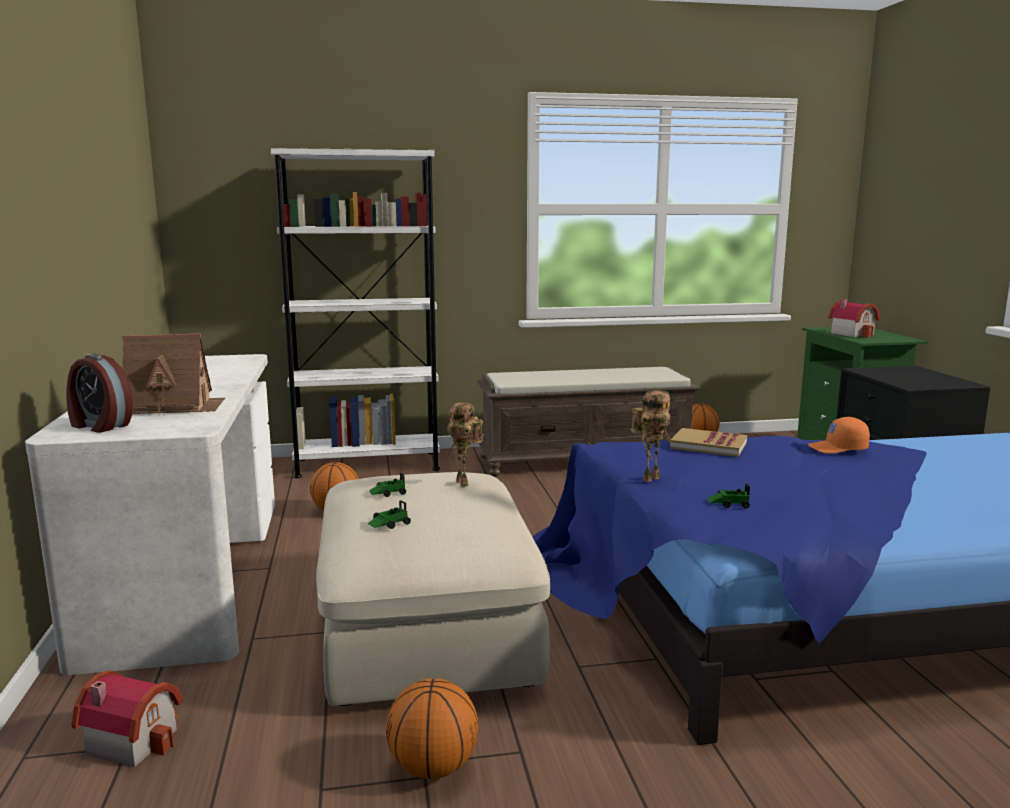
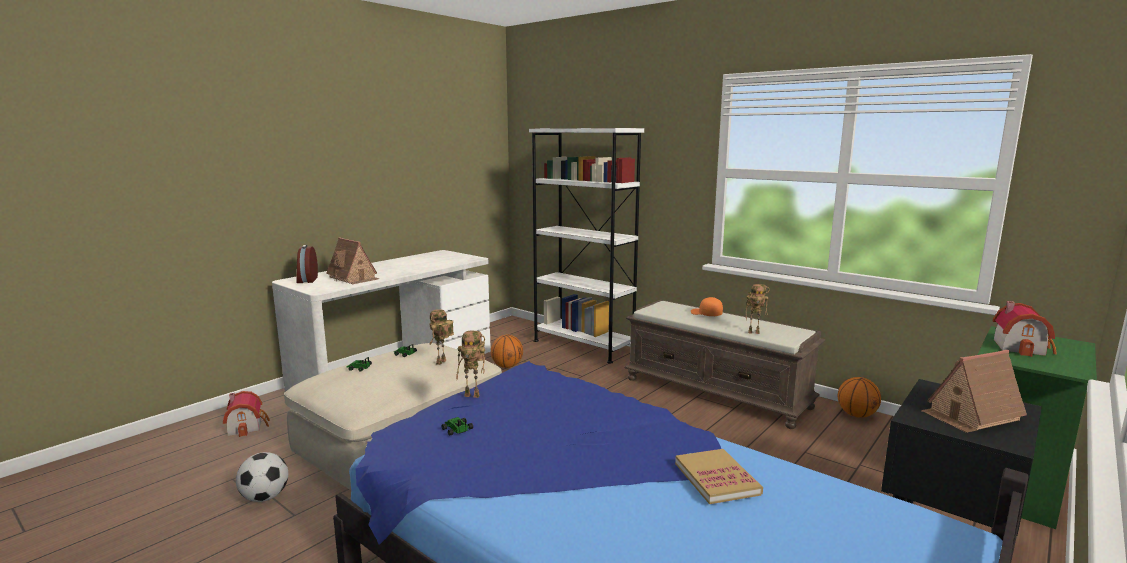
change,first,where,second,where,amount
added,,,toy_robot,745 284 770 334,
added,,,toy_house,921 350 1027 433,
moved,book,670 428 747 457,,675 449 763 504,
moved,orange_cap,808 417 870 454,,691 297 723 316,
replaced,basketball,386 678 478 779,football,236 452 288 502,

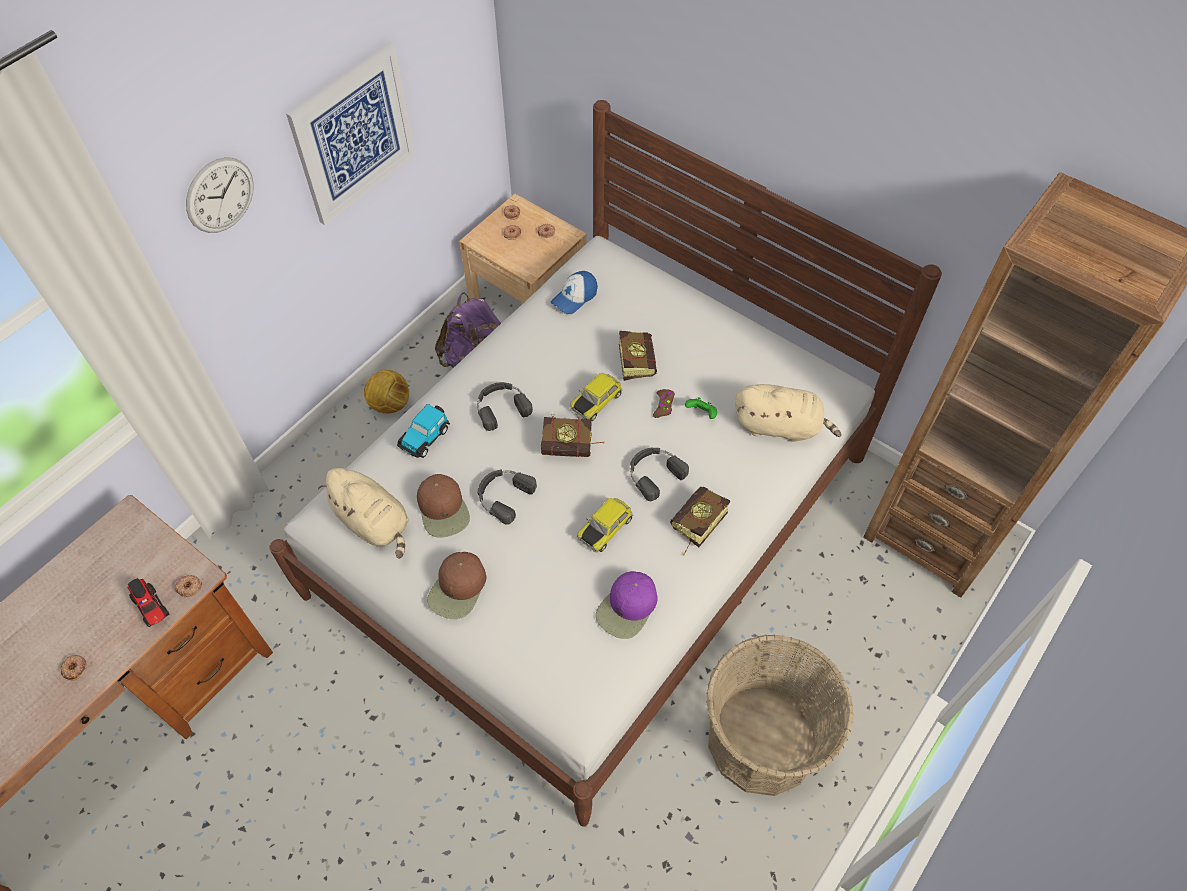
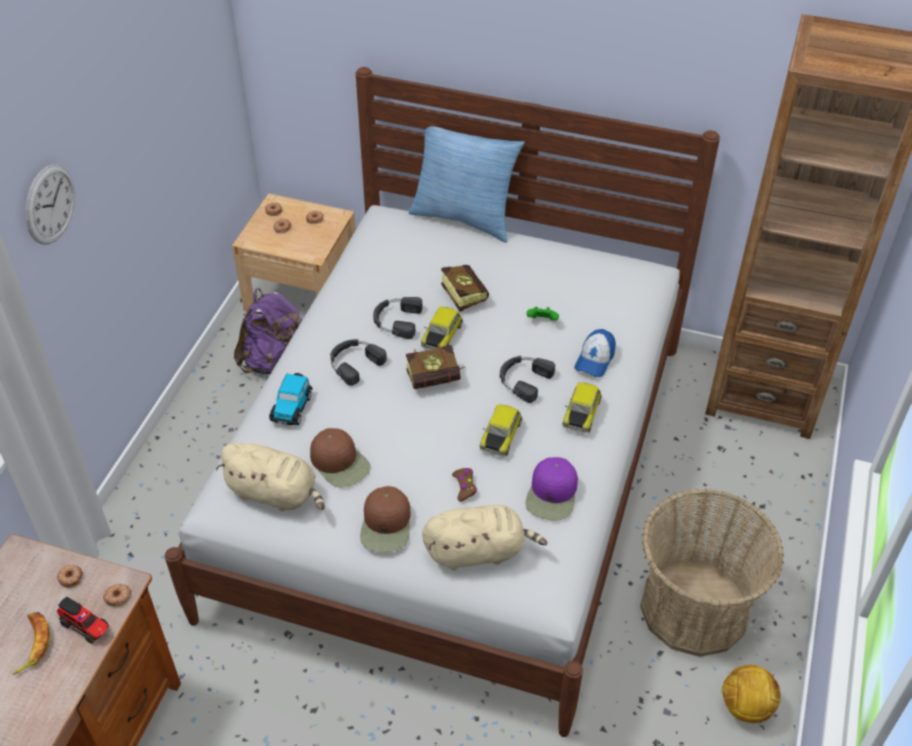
change,first,where,second,where,amount
removed,picture,286 42 416 225,,,
added,,,banana,12 612 50 675,
added,,,pillow,409 126 525 243,
moved,donut,60 655 87 681,,57 565 83 588,
moved,football,364 370 409 414,,721 665 781 723,
moved,black_headphones,478 469 537 525,,373 297 422 339,
moved,cap,551 271 598 314,,574 329 616 377,
moved,brown_game_controller,653 389 675 418,,452 468 477 502,
moved,beige_plush_toy,735 384 841 442,,422 505 547 571,
replaced,book,670 486 730 555,toy_car,563 382 602 433,

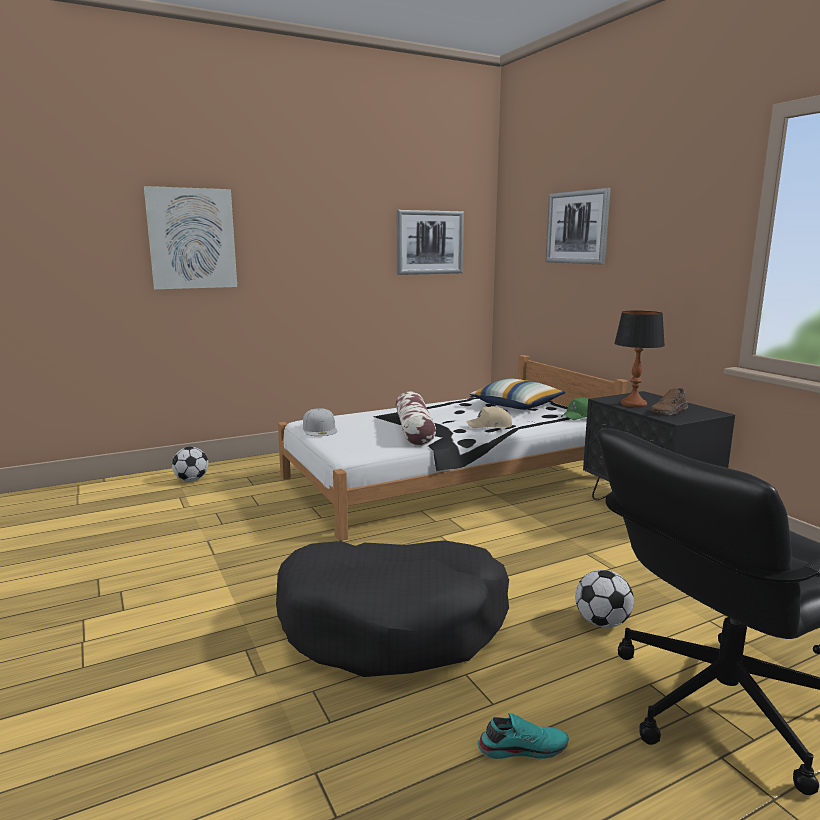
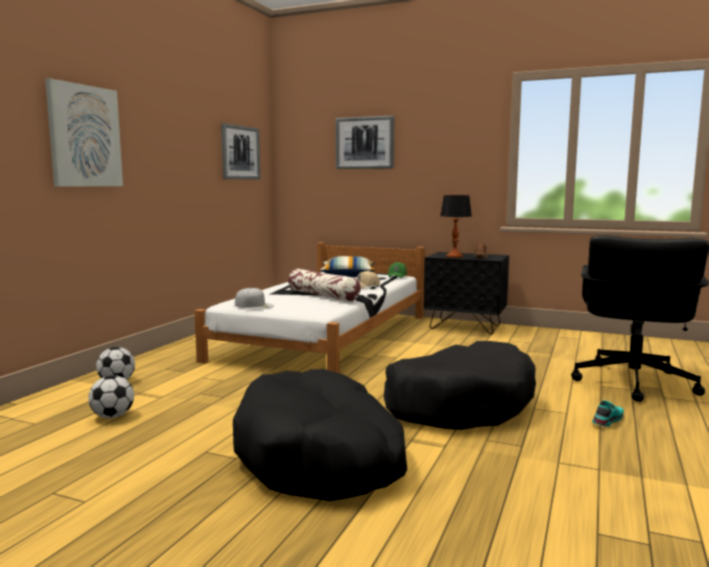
change,first,where,second,where,amount
added,,,black_dog_bed,233 369 407 501,
moved,football,575 569 634 628,,88 375 134 418,

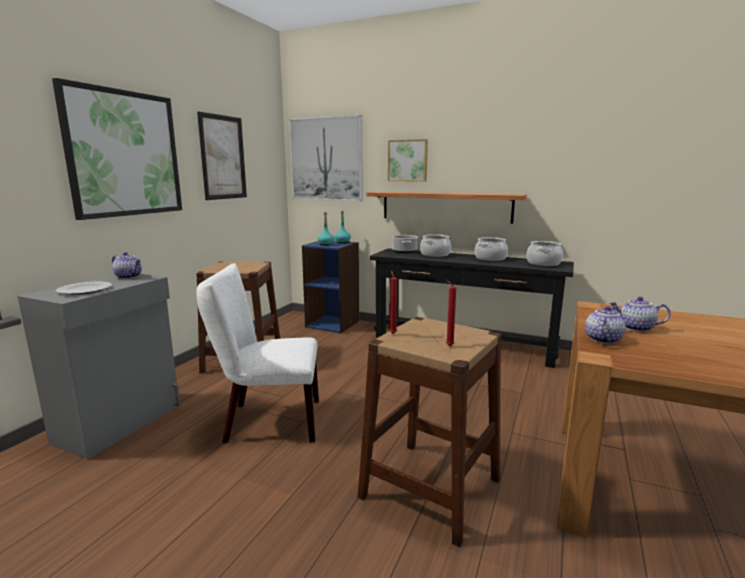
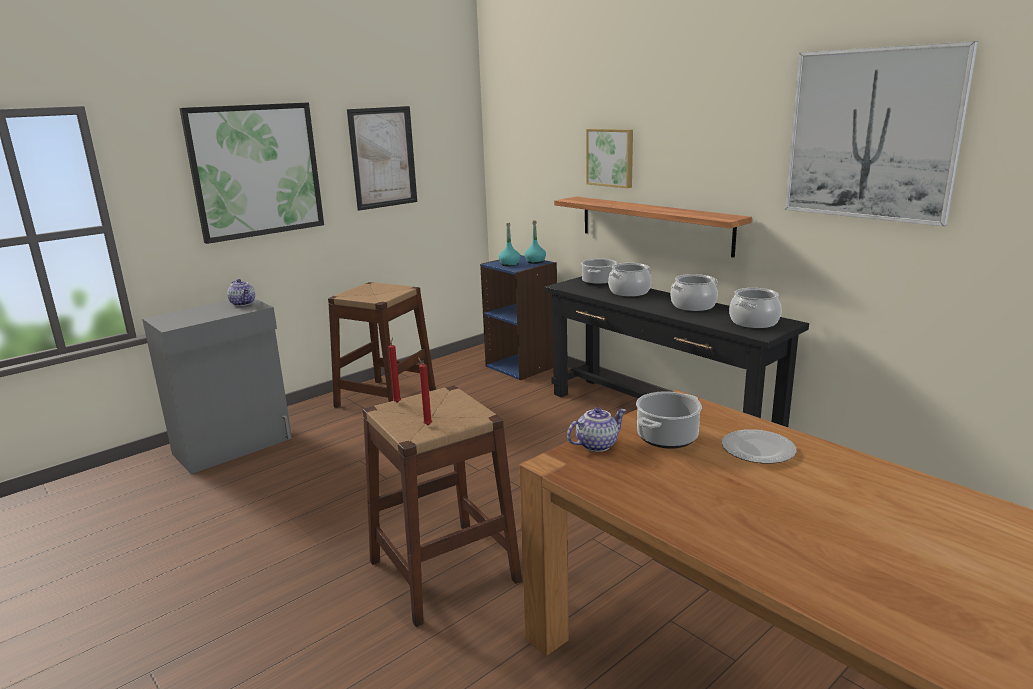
change,first,where,second,where,amount
removed,white_chair,196 263 319 444,,,
moved,plate,56 282 112 295,,722 429 796 464,
moved,picture,289 115 363 201,,785 41 978 226,
replaced,teapot,609 296 671 332,cooking_pot,636 391 702 449,

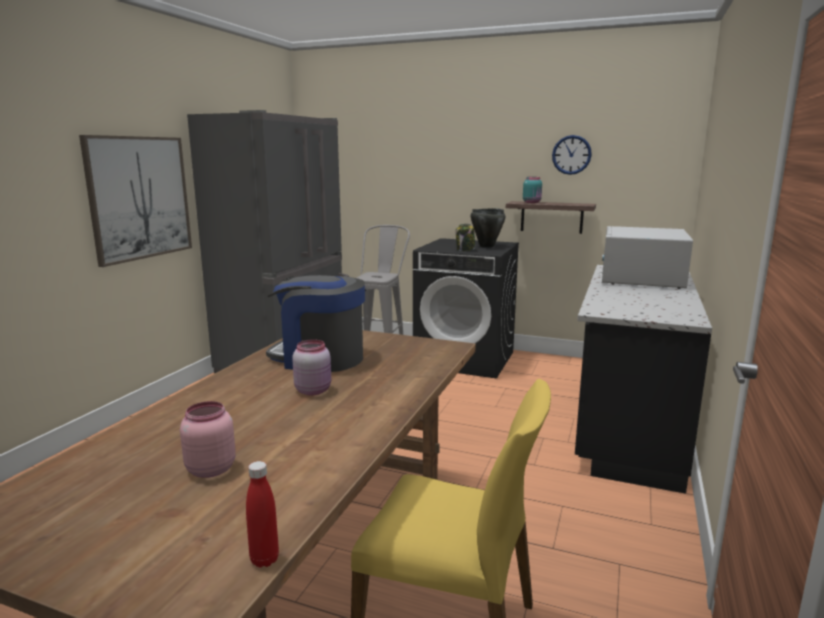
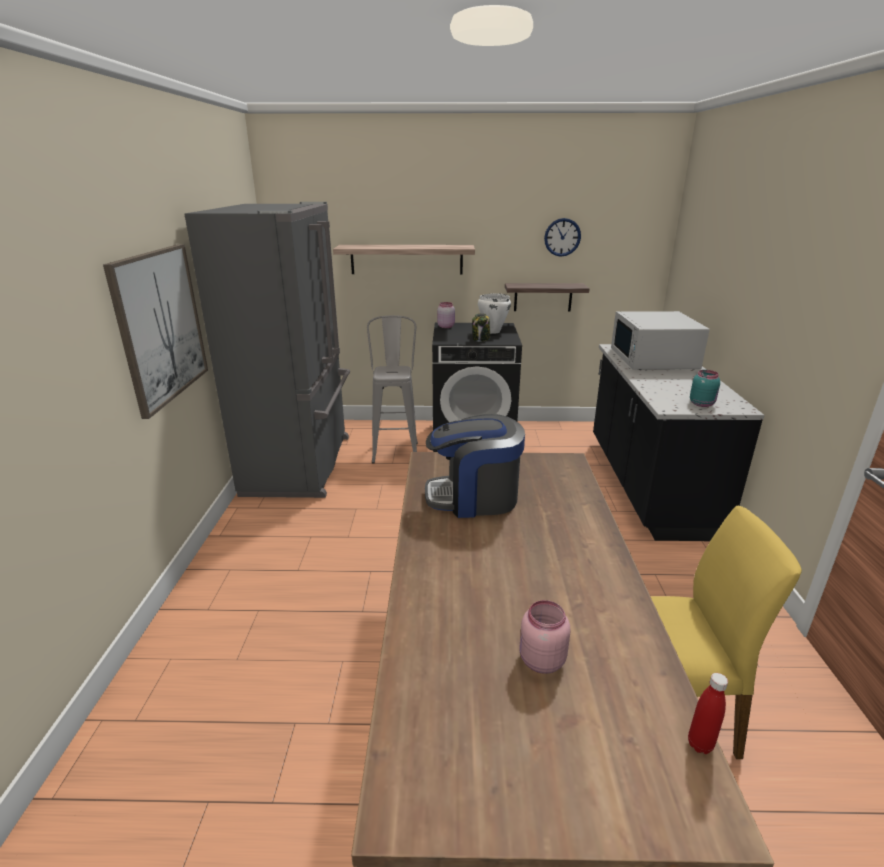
change,first,where,second,where,amount
added,,,shelf,333 245 475 275,
moved,pink_jar,292 339 331 395,,437 302 455 328,
moved,turquoise_jar,523 177 542 203,,690 370 720 407,
recoloured,black_cooking_pot,471 209 505 248,white_cooking_pot,478 293 511 334,

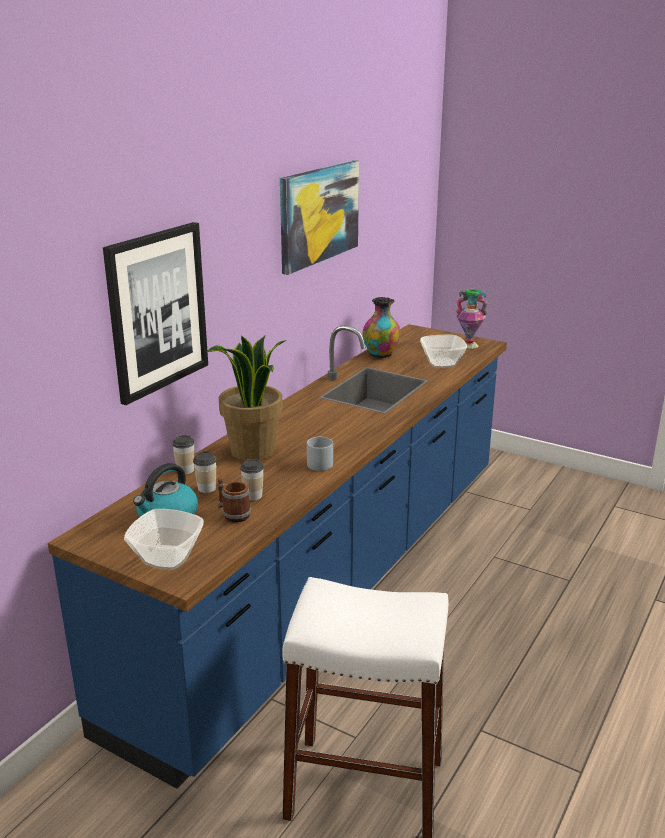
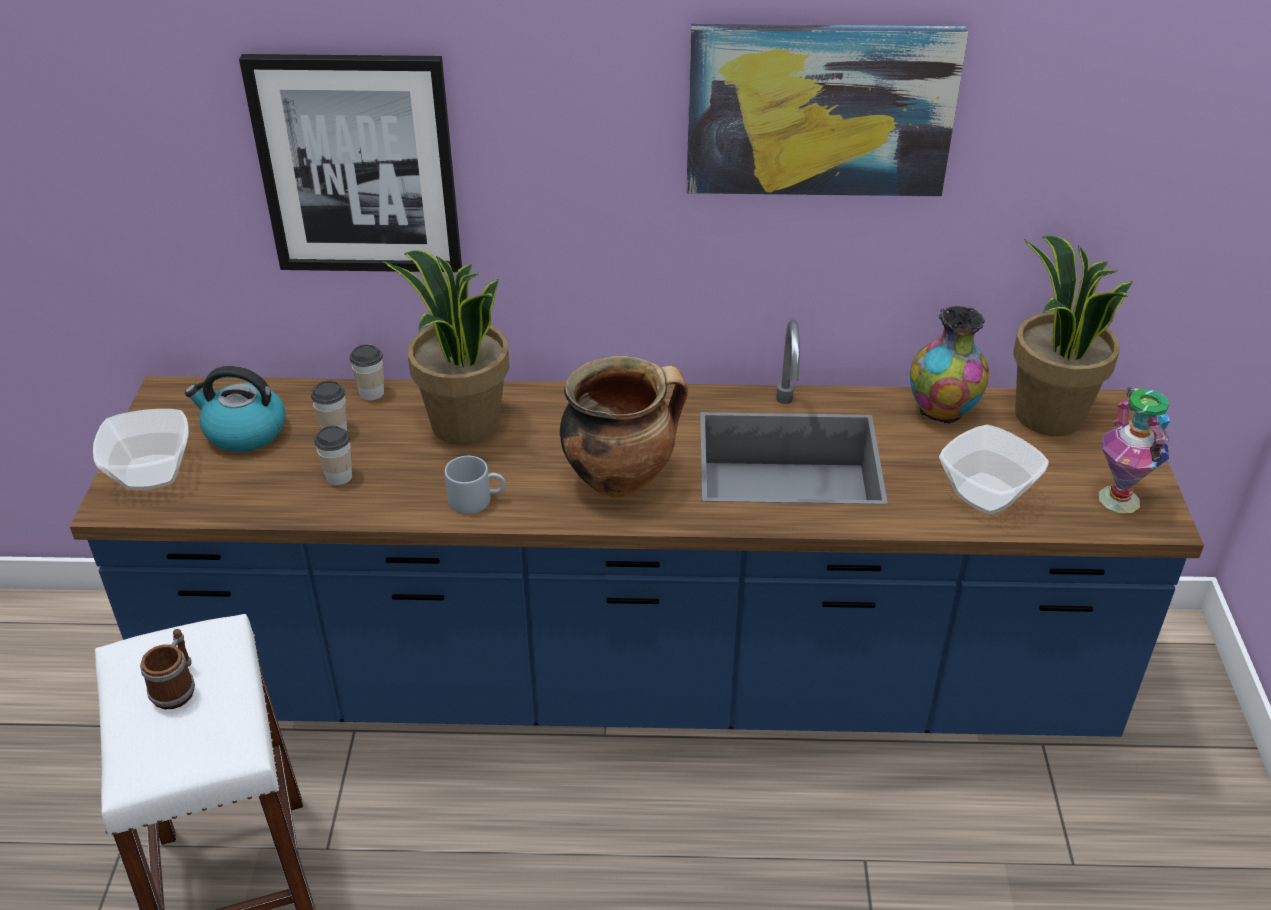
change,first,where,second,where,amount
added,,,cooking_pot,560 356 688 498,
added,,,potted_plant,1013 236 1133 436,
moved,mug,217 478 251 522,,140 629 195 709,

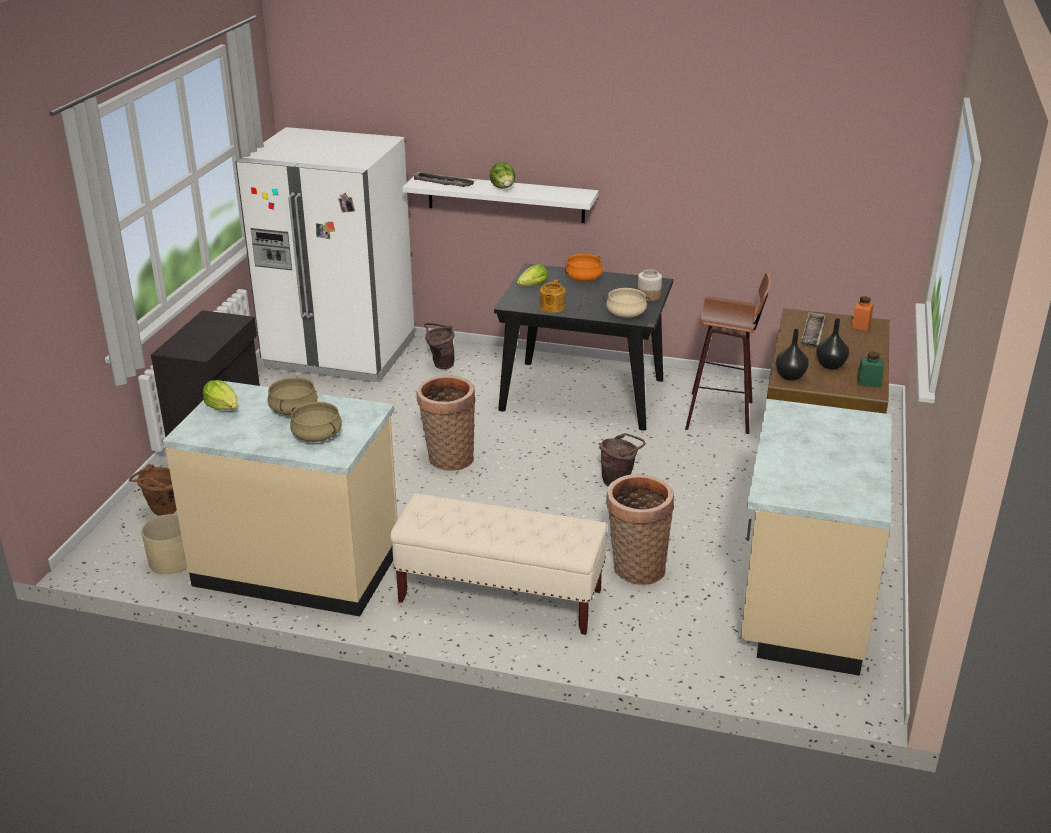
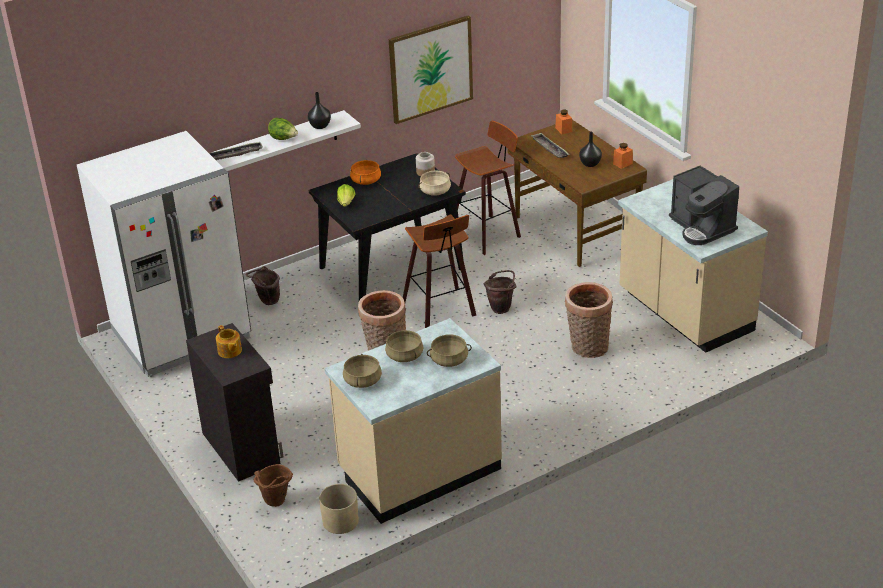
change,first,where,second,where,amount
removed,beige_bench,390 493 607 635,,,
added,,,picture,389 15 473 124,
added,,,stool,403 214 476 328,
added,,,coffee_machine,669 166 739 245,
moved,teapot,540 279 565 313,,216 325 242 358,
moved,black_vase,776 329 809 381,,308 92 331 129,
replaced,lettuce,203 380 238 410,beige_cooking_pot,343 354 382 388,
recoloured,green_jar,857 352 884 388,orange_jar,613 143 633 169,

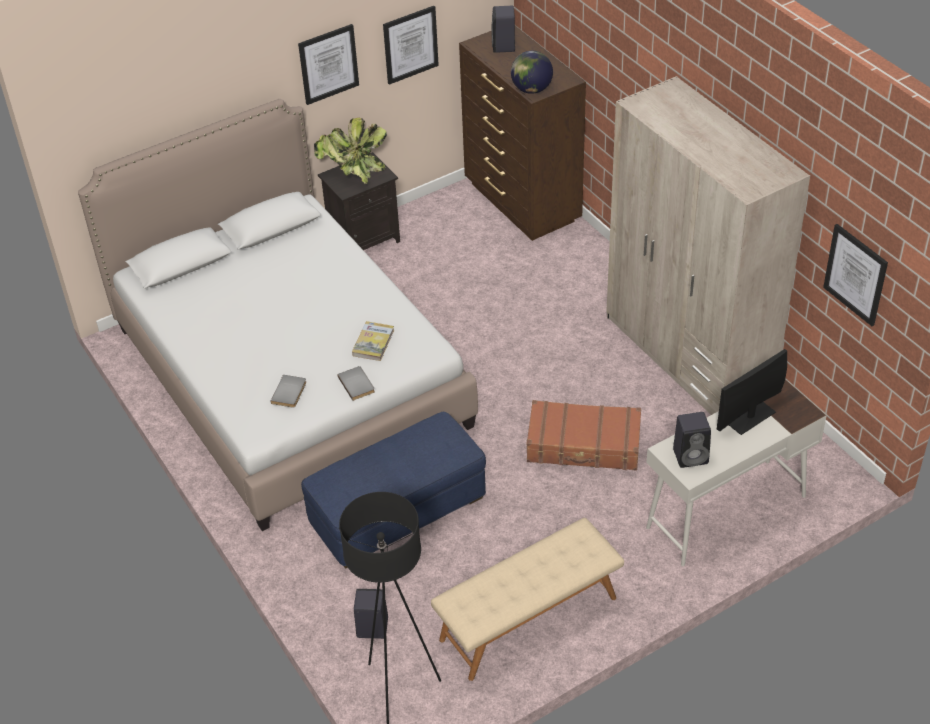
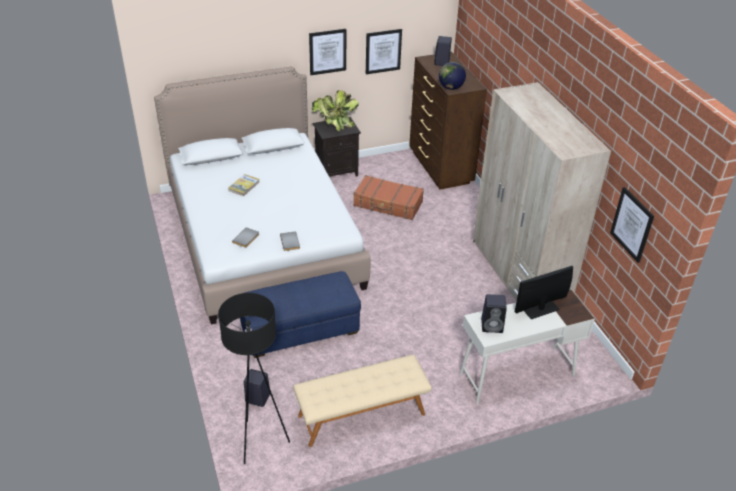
change,first,where,second,where,amount
moved,book,352 321 394 361,,228 174 260 196,
moved,brown_suitcase,526 400 641 471,,353 175 424 220,

